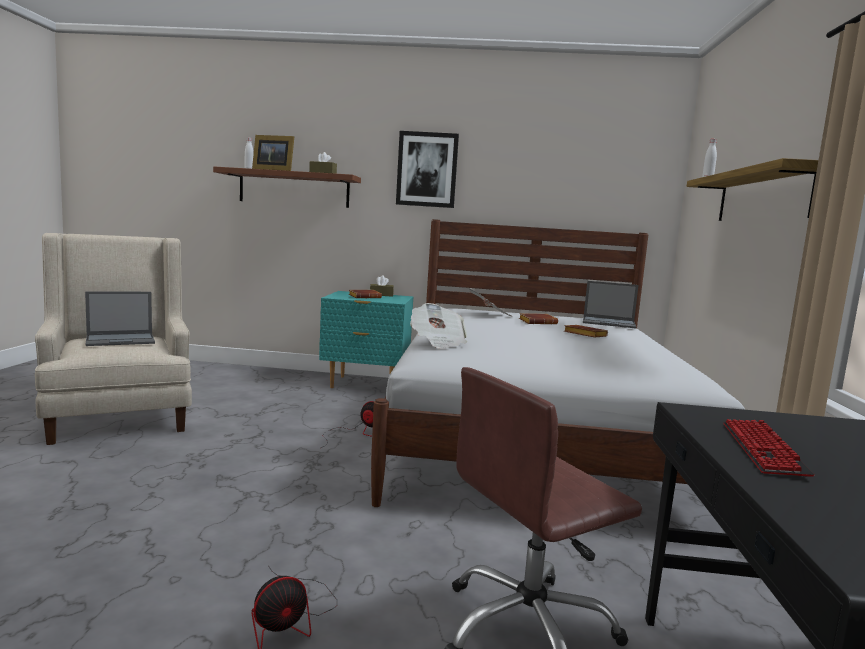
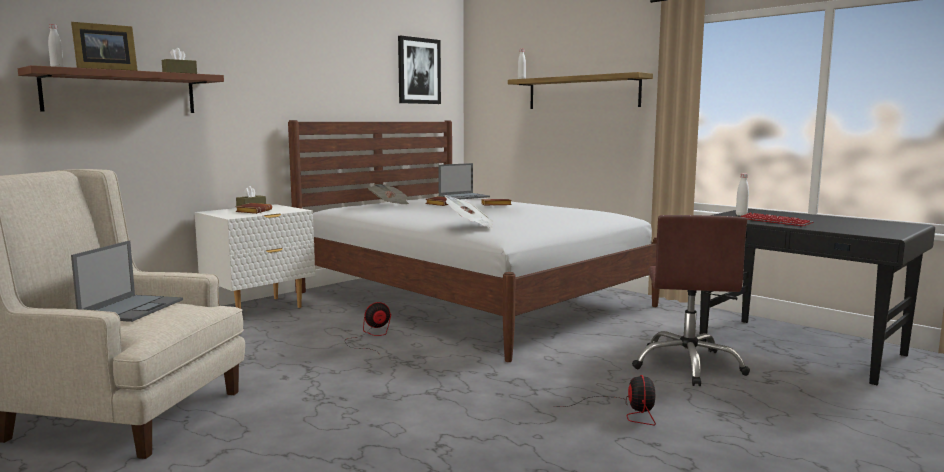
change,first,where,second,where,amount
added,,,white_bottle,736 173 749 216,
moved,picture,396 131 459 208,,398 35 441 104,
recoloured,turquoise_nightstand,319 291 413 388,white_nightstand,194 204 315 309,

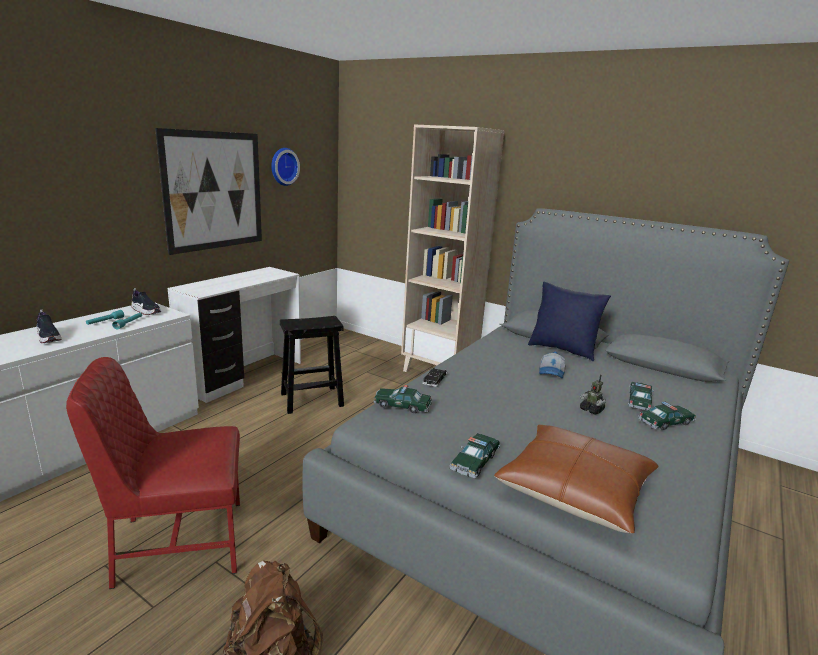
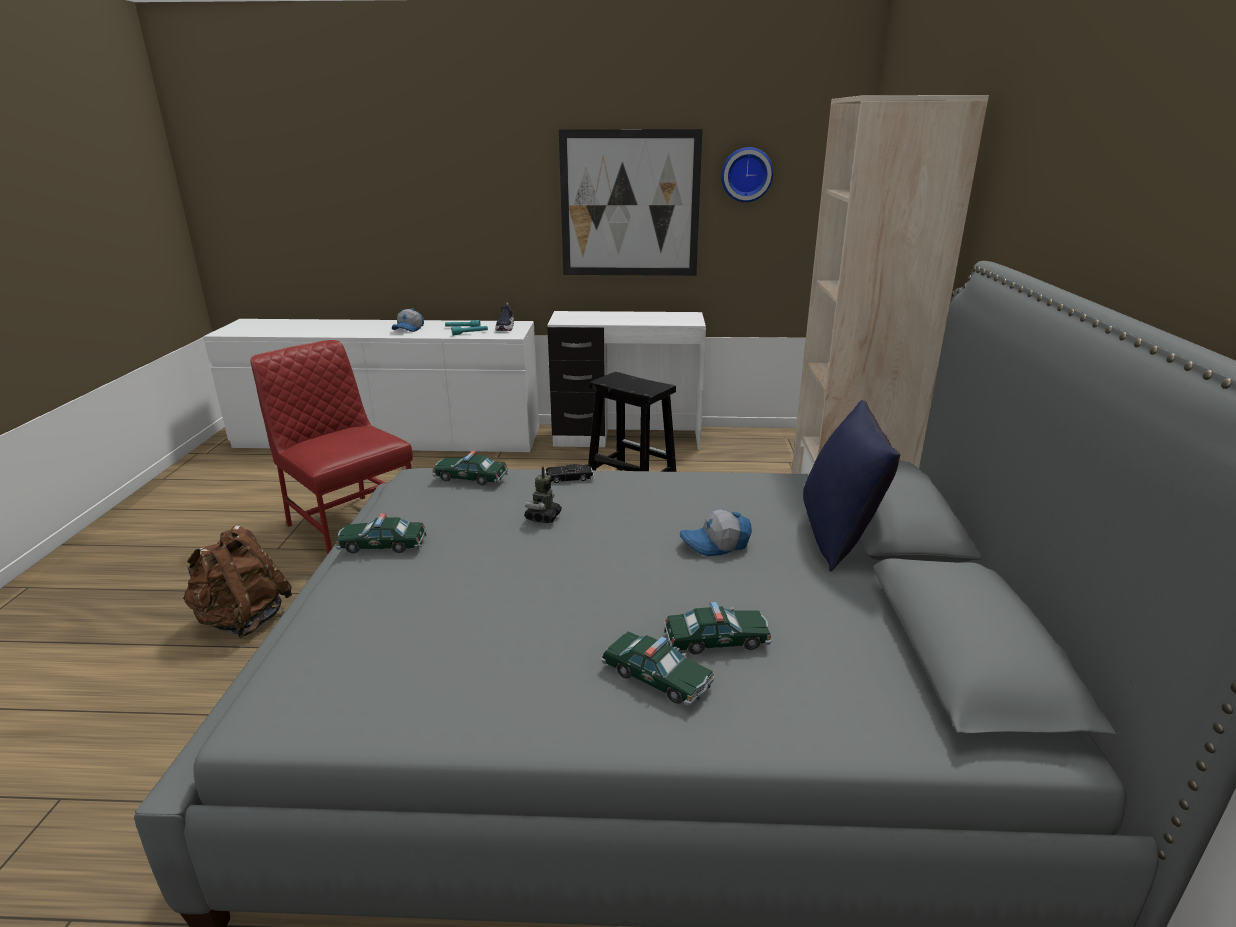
change,first,where,second,where,amount
removed,brown_pillow,494 425 659 533,,,
moved,toy_robot,580 375 606 415,,524 467 562 523,
replaced,shoe,37 310 62 343,cap,392 308 424 332,
turned,toy_car,373 385 432 413,,432 451 508 485,60 degrees counterclockwise

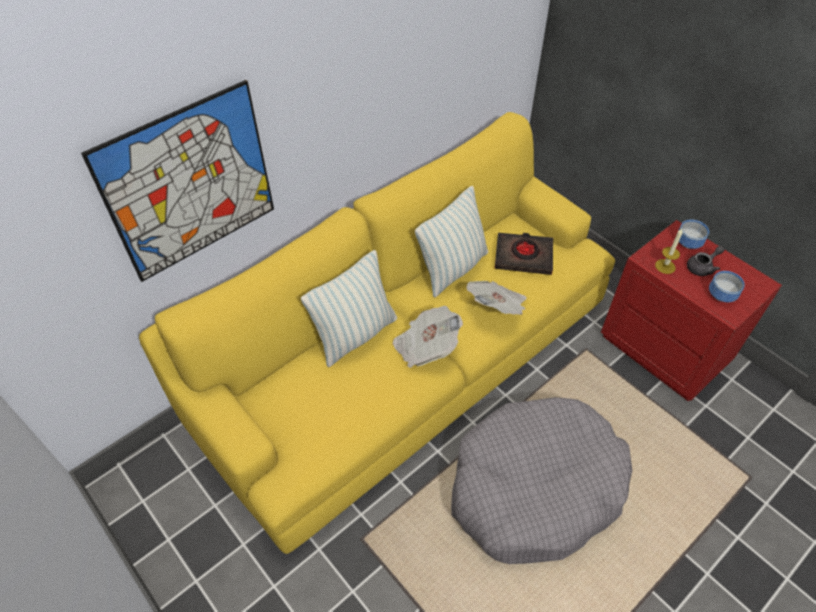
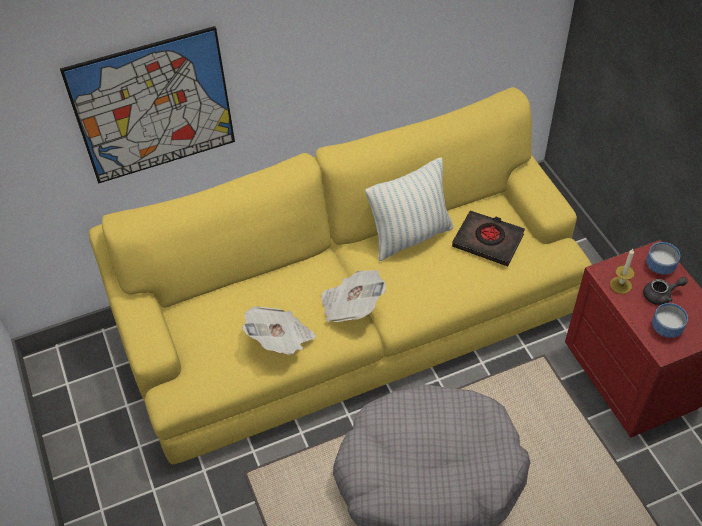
change,first,where,second,where,amount
removed,pillow,301 250 397 367,,,
moved,newspaper,466 281 527 315,,242 306 316 355,

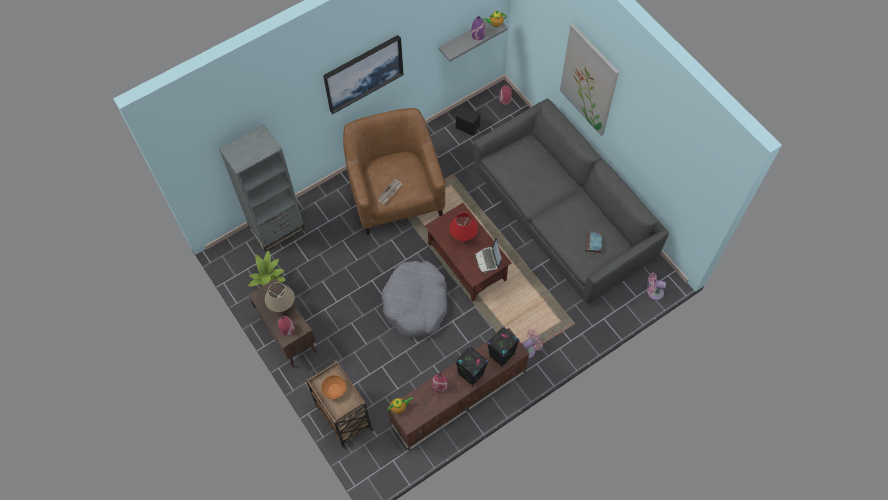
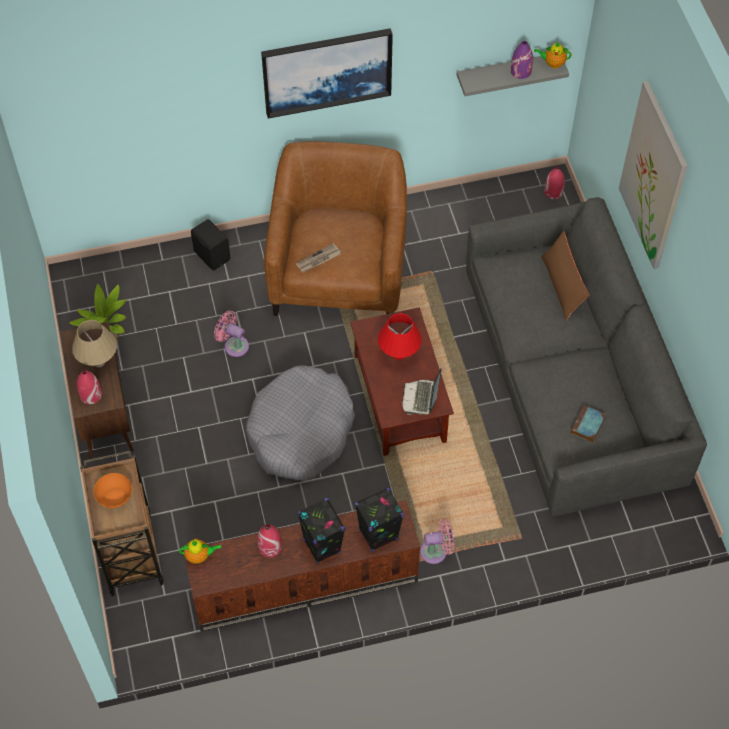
change,first,where,second,where,amount
removed,grey_bookcase,219 125 305 252,,,
added,,,brown_pillow,541 231 590 320,
moved,black_speaker,456 105 480 136,,191 219 230 270,
moved,pink_fan,647 272 666 300,,214 311 249 357,

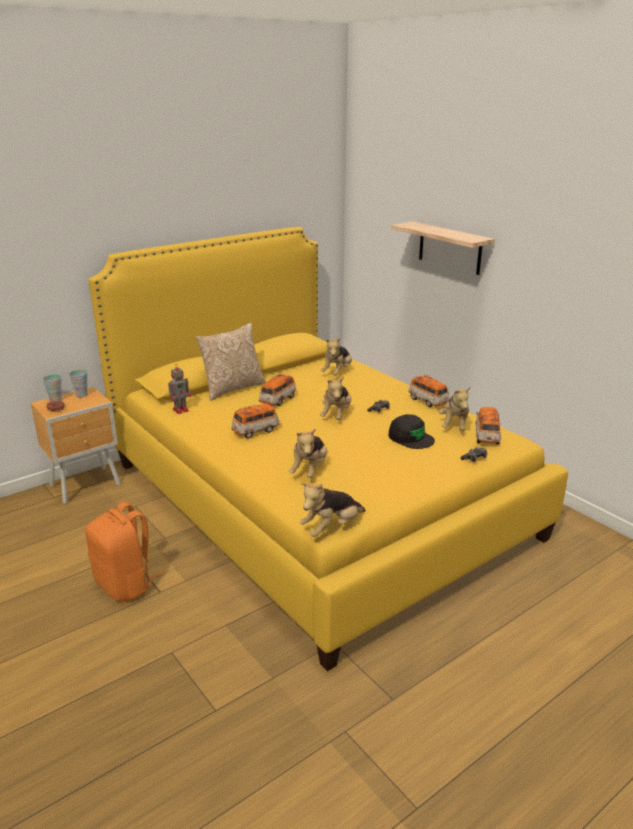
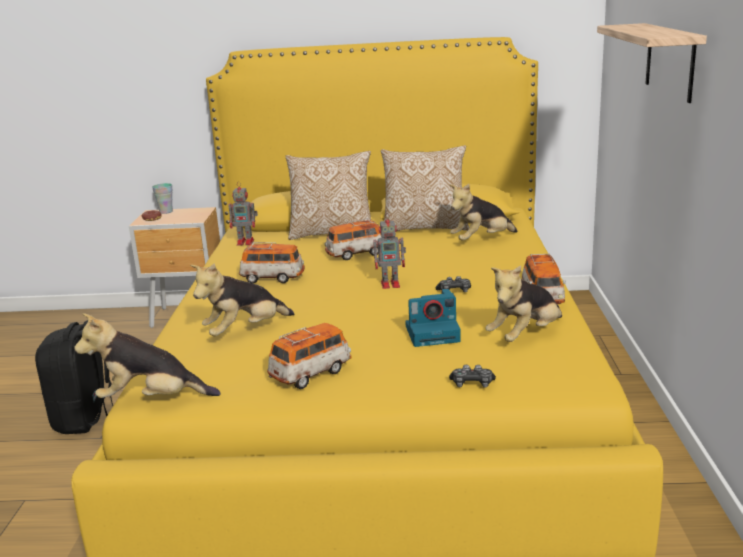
change,first,where,second,where,amount
removed,cup,69 370 88 397,,,
added,,,pillow,381 145 469 231,
moved,toy_car,475 407 501 445,,267 323 351 389,
replaced,plush_toy,320 376 352 420,toy_robot,373 213 406 289,
replaced,black_cap,388 414 435 449,photo_camera,405 289 461 347,
recoloured,orange_backpack,85 502 163 602,black_backpack,35 320 113 434,

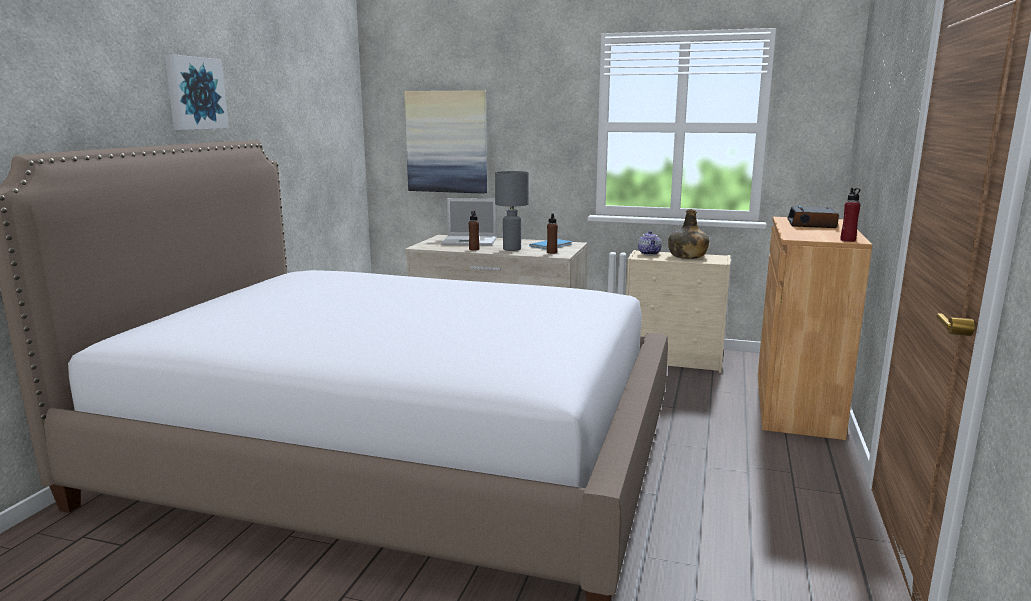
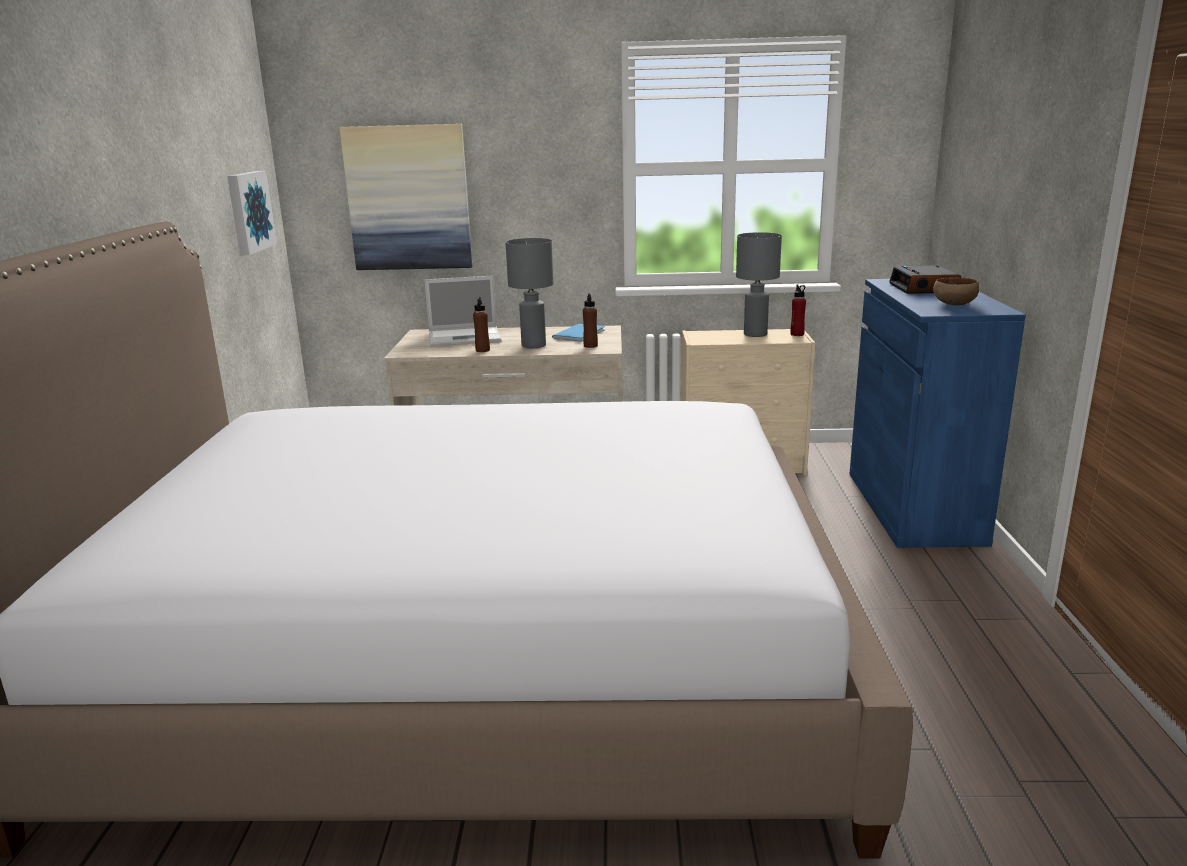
change,first,where,second,where,amount
removed,teapot,638 231 662 255,,,
added,,,brown_bowl,933 278 979 306,
moved,picture,165 54 229 130,,227 171 277 255,
moved,red_bottle,840 188 860 242,,790 284 806 336,
replaced,green_bottle,668 209 709 259,grey_table_lamp,736 232 782 337,
recoloured,brown_cabinet,758 217 873 440,blue_cabinet,850 279 1026 548,

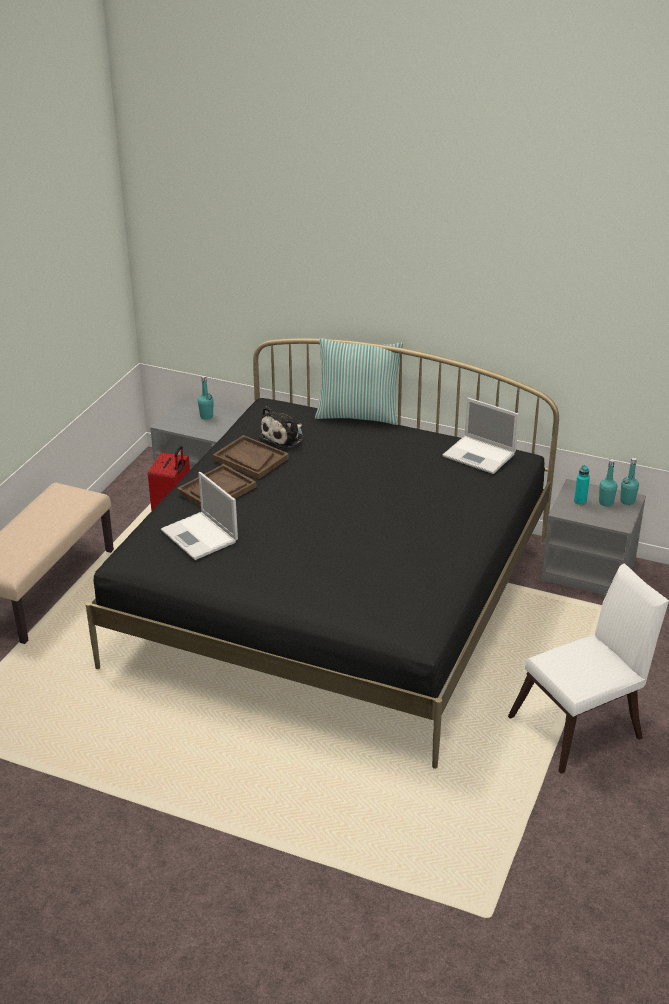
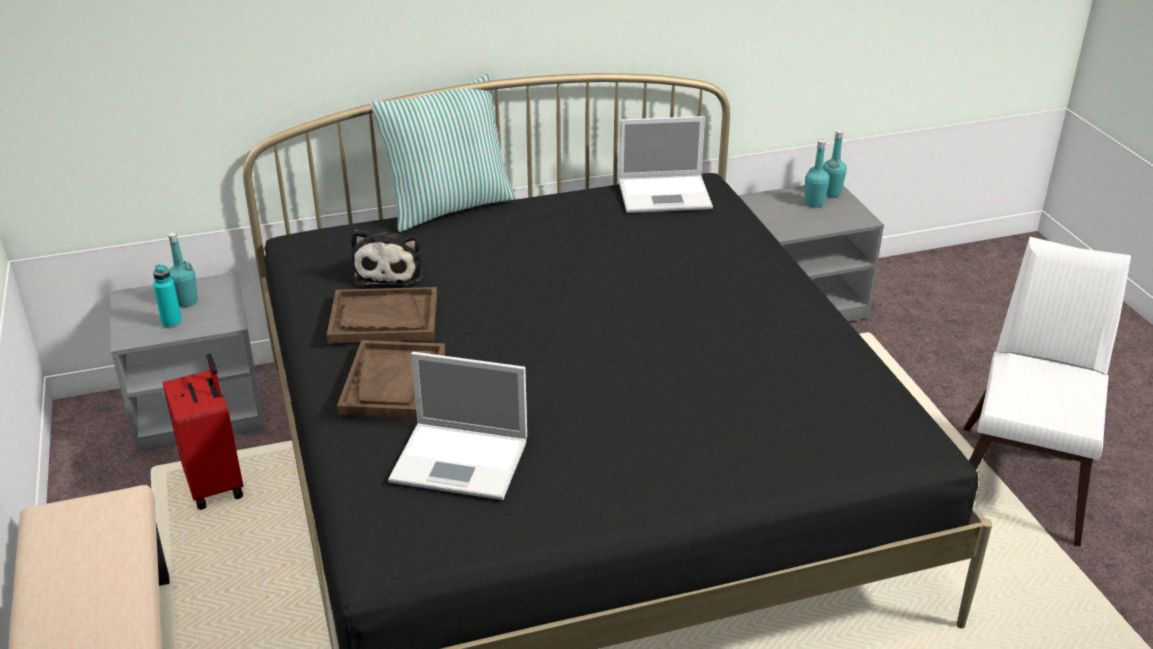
change,first,where,second,where,amount
moved,turquoise_bottle,574 465 590 505,,153 264 182 328,

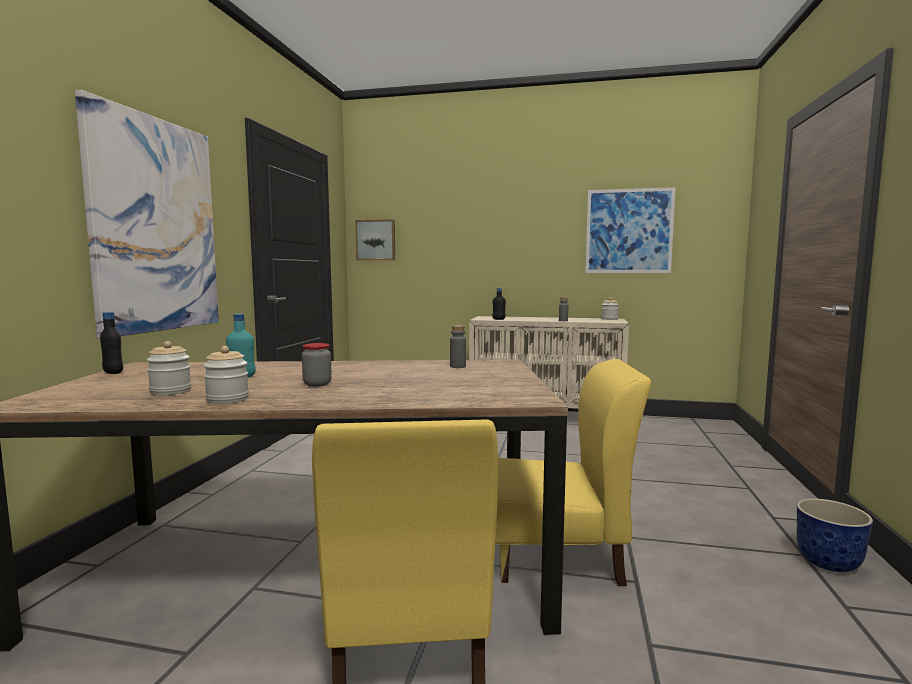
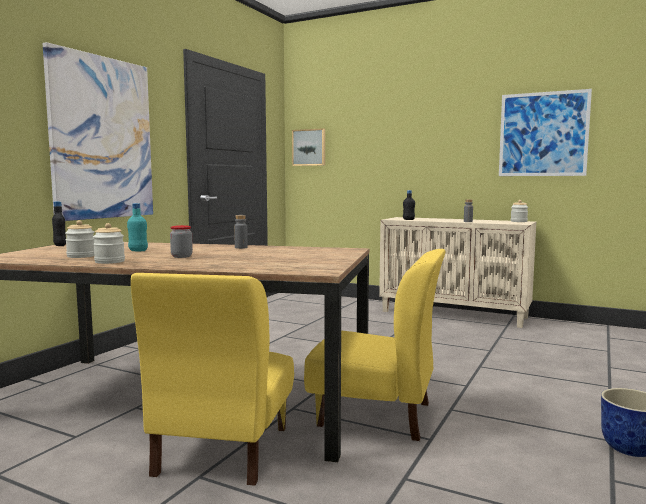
change,first,where,second,where,amount
moved,grey_bottle,450 325 466 368,,234 215 248 249,

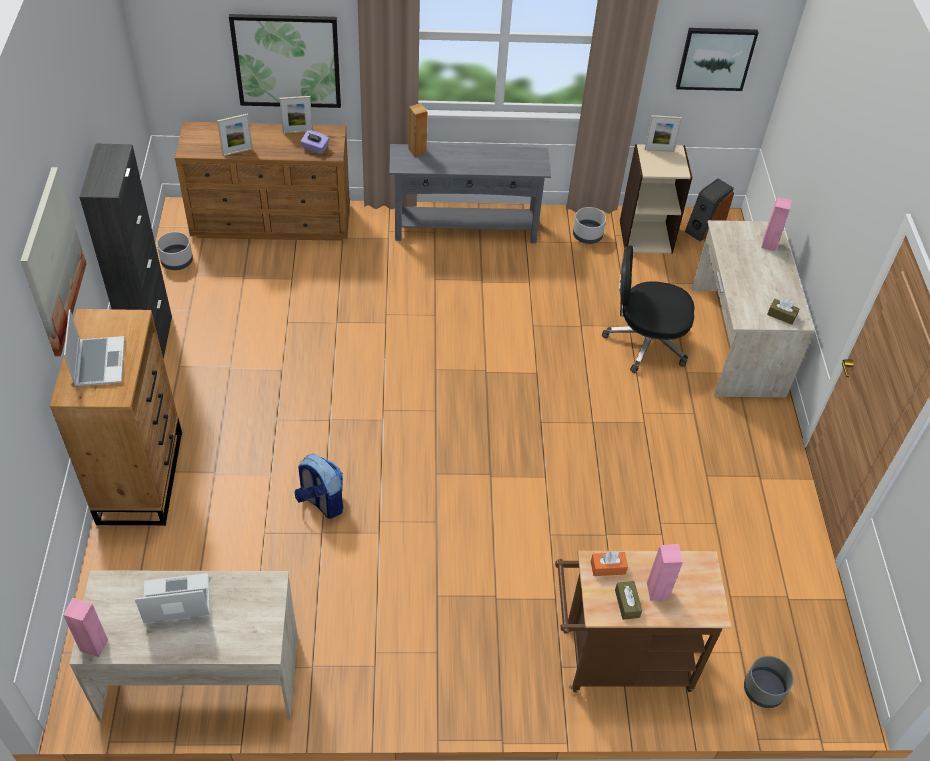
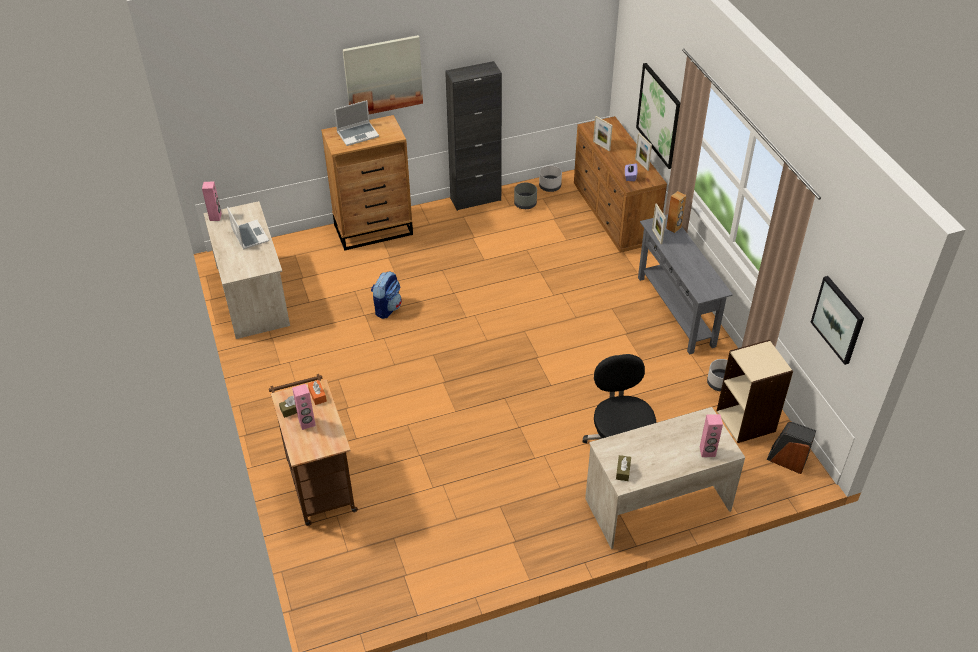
change,first,where,second,where,amount
moved,picture_frame,644 115 682 152,,652 203 666 244,
moved,grey_planter,744 656 794 708,,514 182 537 209,

